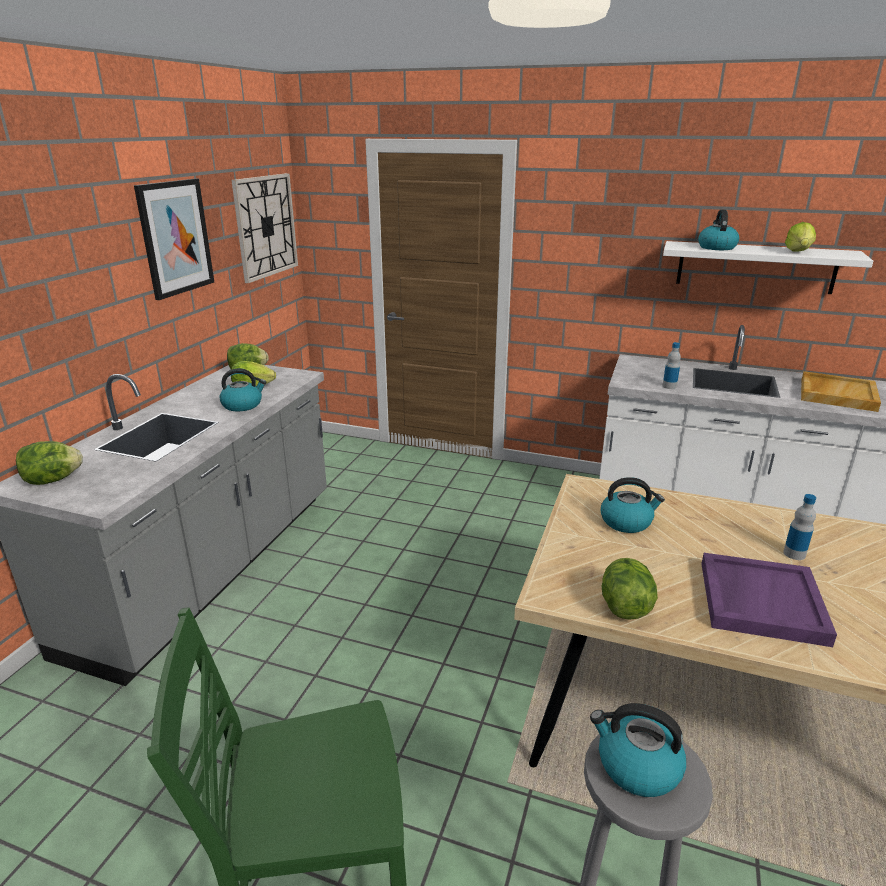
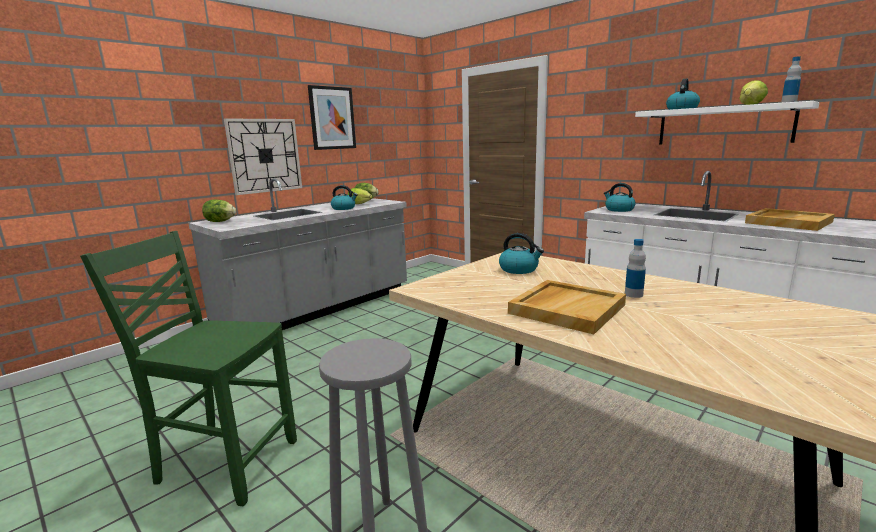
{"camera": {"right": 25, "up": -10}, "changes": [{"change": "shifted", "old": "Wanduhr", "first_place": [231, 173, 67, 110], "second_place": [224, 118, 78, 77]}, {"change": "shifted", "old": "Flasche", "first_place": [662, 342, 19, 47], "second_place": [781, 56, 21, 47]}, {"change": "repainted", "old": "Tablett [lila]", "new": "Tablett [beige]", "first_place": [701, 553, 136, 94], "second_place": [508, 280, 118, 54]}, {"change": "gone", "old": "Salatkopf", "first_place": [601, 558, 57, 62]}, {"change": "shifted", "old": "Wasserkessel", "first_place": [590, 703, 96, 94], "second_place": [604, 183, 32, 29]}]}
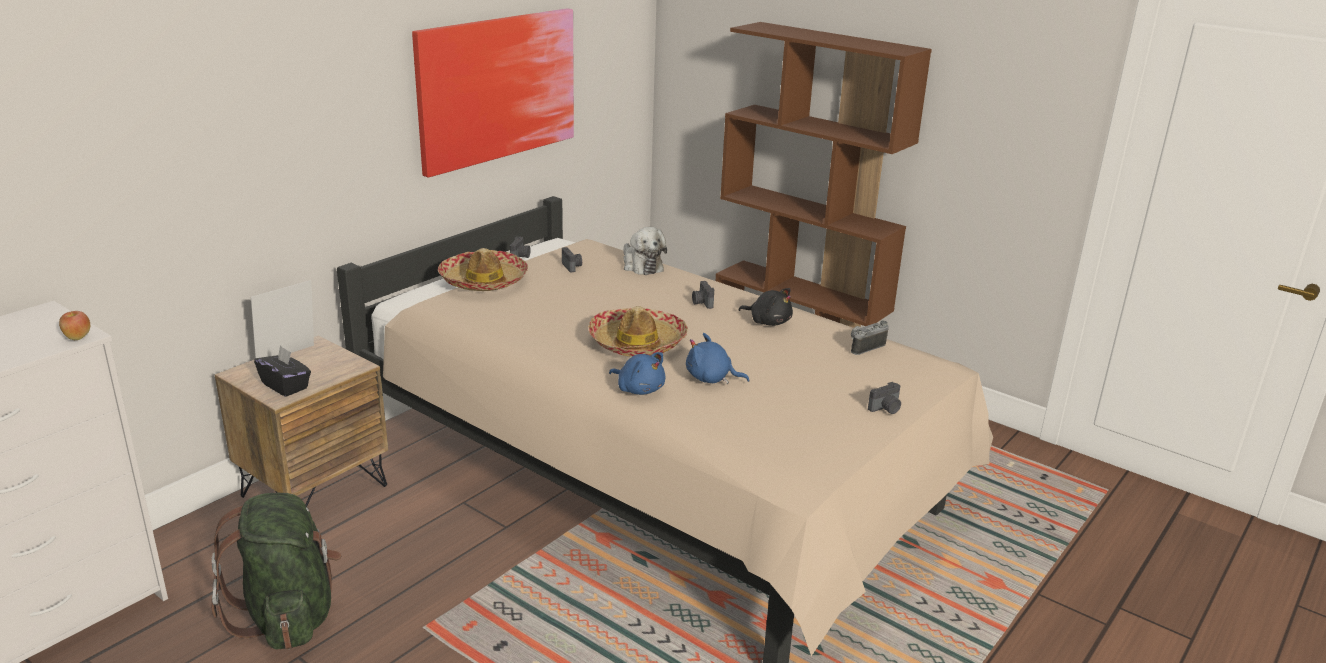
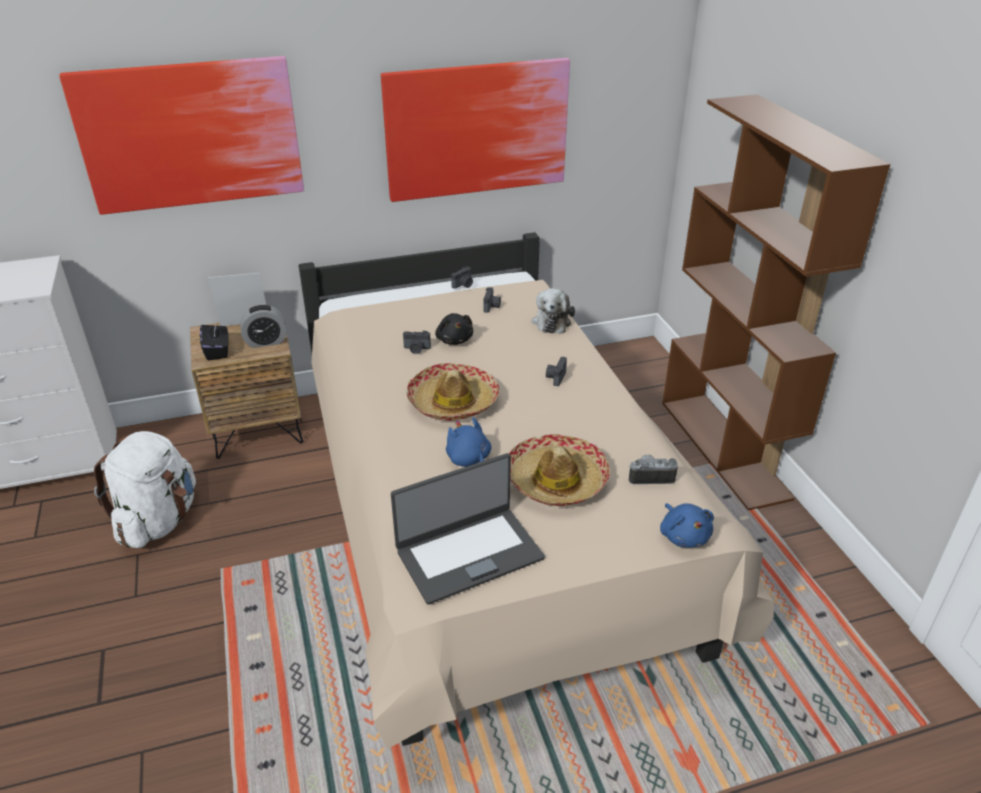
{"camera": {"right": 35, "up": 10}, "changes": [{"change": "shifted", "old": "Hut", "first_place": [438, 248, 90, 43], "second_place": [509, 434, 101, 72]}, {"change": "shifted", "old": "Plüschtier [schwarz]", "first_place": [739, 288, 54, 38], "second_place": [435, 313, 38, 32]}, {"change": "gone", "old": "Apfel", "first_place": [59, 311, 31, 29]}, {"change": "shifted", "old": "Plüschtier [blau]", "first_place": [609, 352, 56, 43], "second_place": [660, 503, 54, 45]}, {"change": "shifted", "old": "Kamera", "first_place": [868, 382, 33, 32], "second_place": [403, 331, 28, 23]}, {"change": "repainted", "old": "Rucksack [grün]", "new": "Rucksack [weiß]", "first_place": [211, 493, 131, 157], "second_place": [94, 431, 102, 117]}, {"change": "new", "new": "Bild", "second_place": [59, 56, 245, 159]}, {"change": "new", "new": "Wecker", "second_place": [240, 305, 47, 43]}, {"change": "new", "new": "Laptop", "second_place": [391, 453, 154, 151]}]}
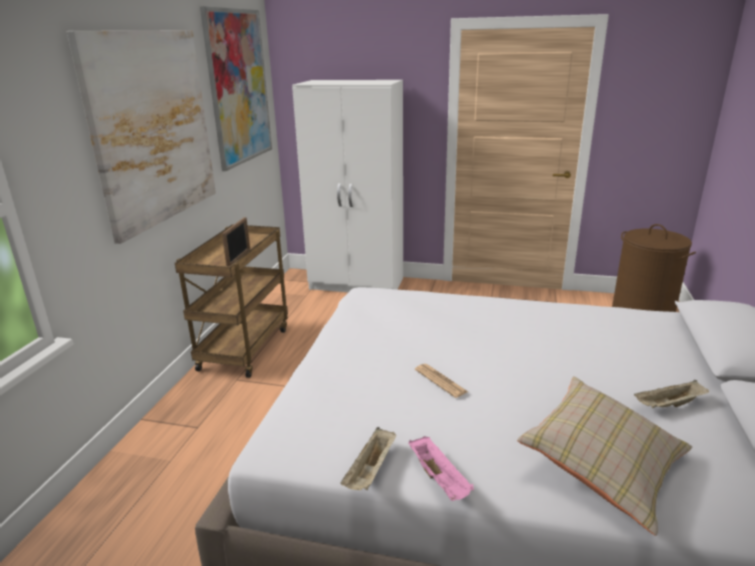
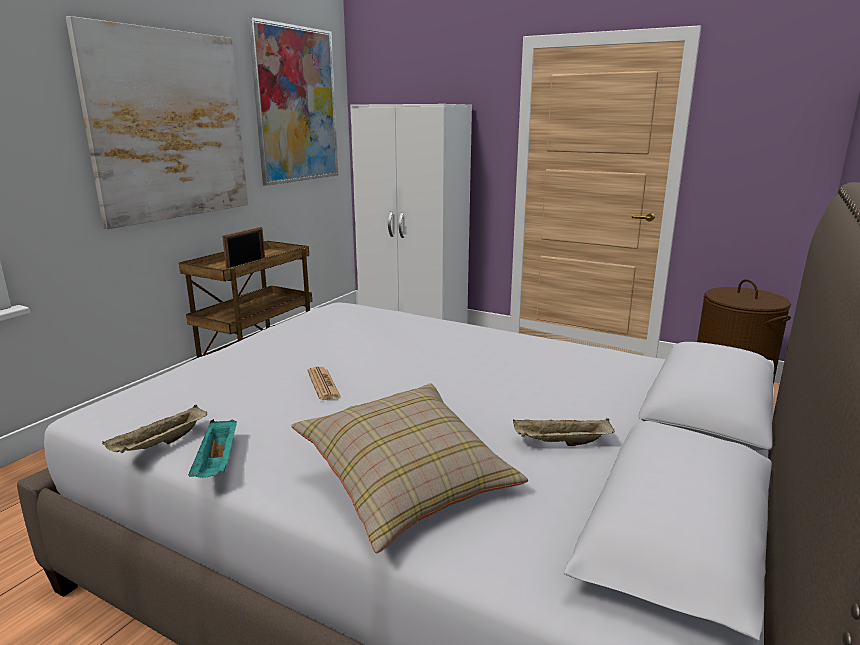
{"camera": {"right": 15, "up": -5}, "changes": [{"change": "repainted", "old": "Tablett [rosa]", "new": "Tablett [türkis]", "first_place": [408, 436, 66, 65], "second_place": [188, 419, 49, 59]}]}
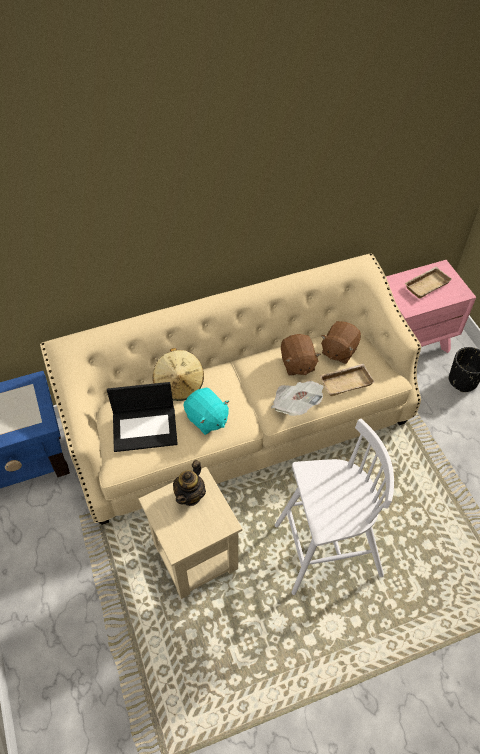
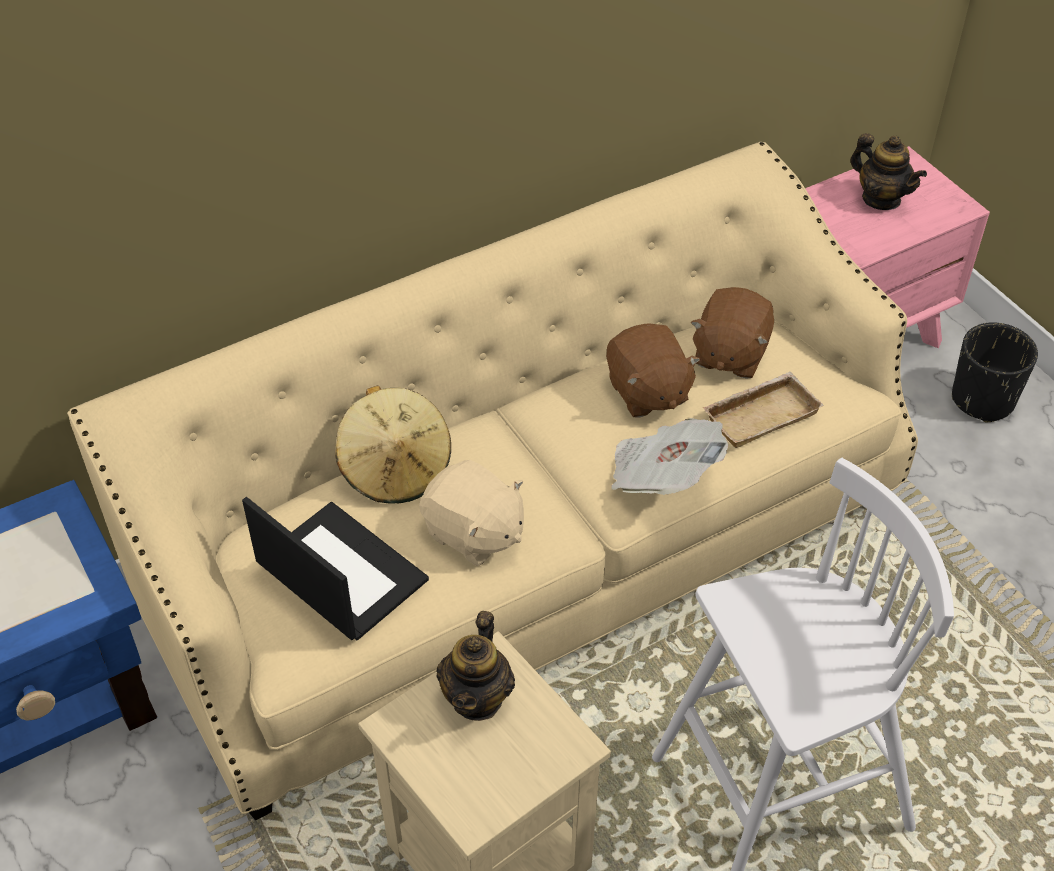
{"camera": {"right": -10, "up": -5}, "changes": [{"change": "swapped", "old": "Tablett [beige]", "new": "Teekanne", "first_place": [404, 267, 48, 32], "second_place": [850, 133, 77, 77]}, {"change": "rotated", "old": "Laptop", "first_place": [107, 382, 71, 70], "second_place": [242, 497, 187, 143], "degrees": -120}, {"change": "repainted", "old": "Plüschtier [türkis]", "new": "Plüschtier [beige]", "first_place": [184, 388, 45, 47], "second_place": [419, 460, 105, 106]}]}
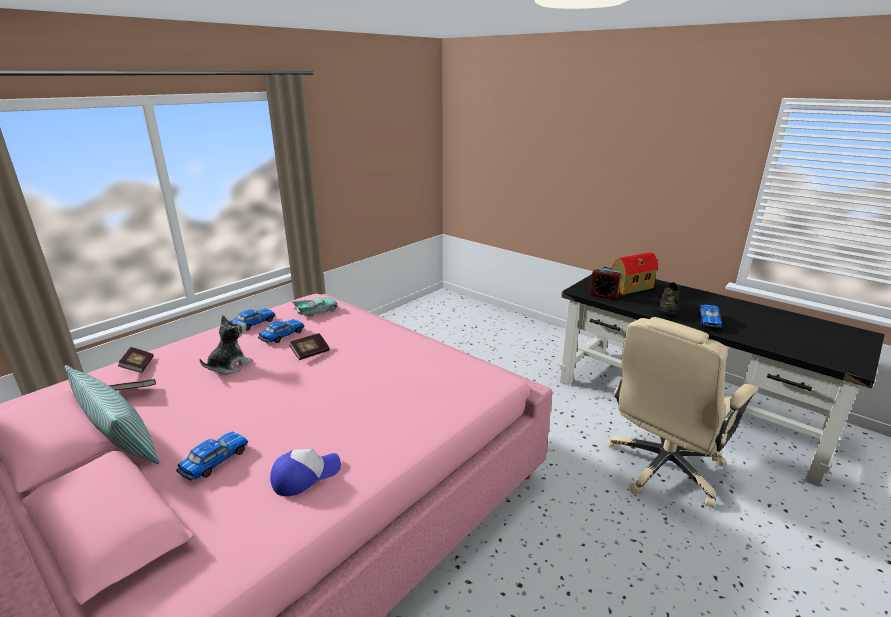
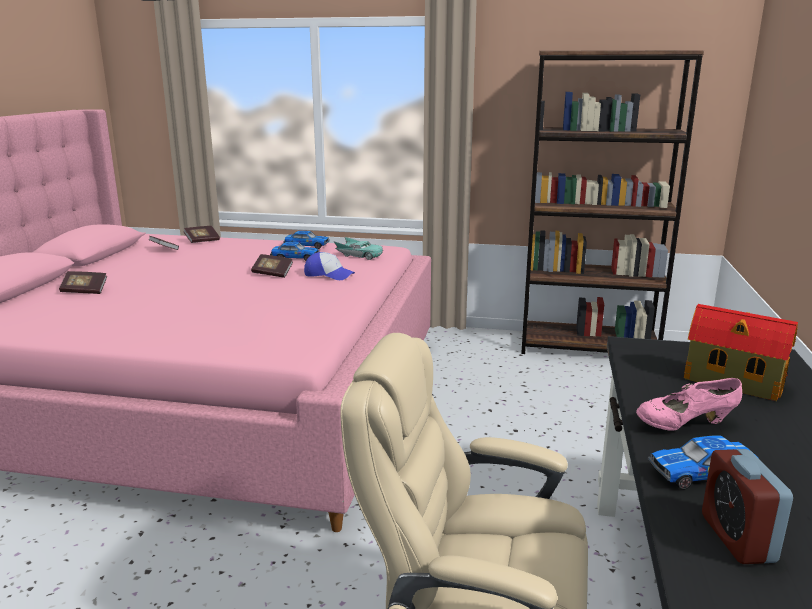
{"camera": {"right": 60, "up": -5}, "changes": [{"change": "shifted", "old": "Wecker", "first_place": [590, 268, 31, 32], "second_place": [702, 449, 91, 115]}, {"change": "repainted", "old": "Schuh [schwarz]", "new": "Schuh [rosa]", "first_place": [658, 282, 21, 33], "second_place": [636, 378, 106, 52]}, {"change": "gone", "old": "Plüschtier", "first_place": [200, 315, 53, 60]}, {"change": "gone", "old": "Kissen", "first_place": [65, 365, 94, 99]}, {"change": "swapped", "old": "Spielzeugauto", "new": "Buch", "first_place": [176, 432, 72, 49], "second_place": [59, 271, 48, 23]}, {"change": "shifted", "old": "Kappe", "first_place": [270, 449, 71, 47], "second_place": [304, 252, 51, 28]}, {"change": "new", "new": "Bücherregal [braun]", "second_place": [521, 50, 183, 304]}]}
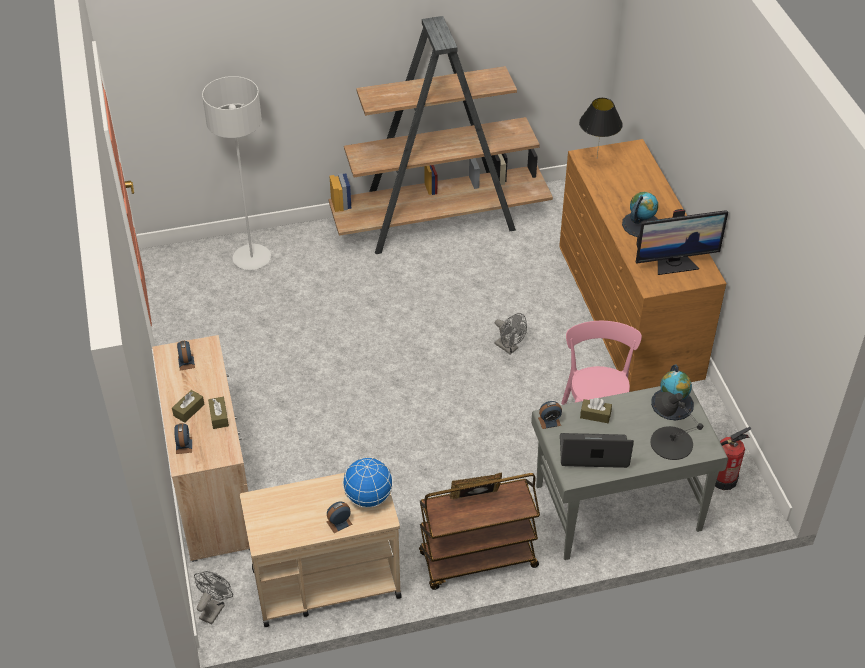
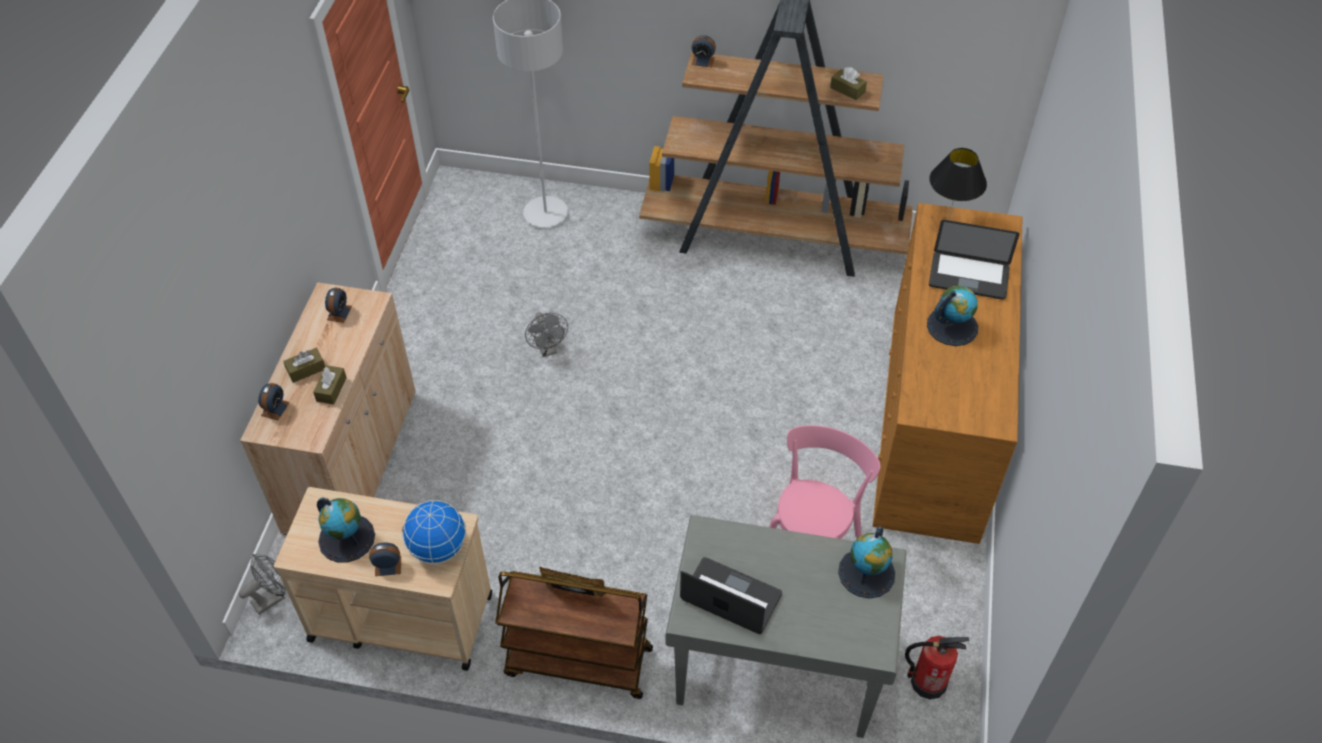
{"camera": {"right": 25, "up": 5}, "changes": [{"change": "gone", "old": "Monitor", "first_place": [636, 209, 92, 66]}, {"change": "shifted", "old": "Ventilator [grau]", "first_place": [495, 313, 32, 41], "second_place": [525, 312, 43, 45]}, {"change": "gone", "old": "Tischlampe [schwarz]", "first_place": [650, 392, 54, 68]}, {"change": "shifted", "old": "Taschentuchbox [braun]", "first_place": [580, 398, 32, 25], "second_place": [830, 67, 37, 33]}, {"change": "shifted", "old": "Wecker", "first_place": [538, 401, 24, 28], "second_place": [691, 35, 25, 32]}, {"change": "new", "new": "Laptop", "second_place": [929, 220, 91, 80]}, {"change": "new", "new": "Globus", "second_place": [317, 497, 58, 66]}]}
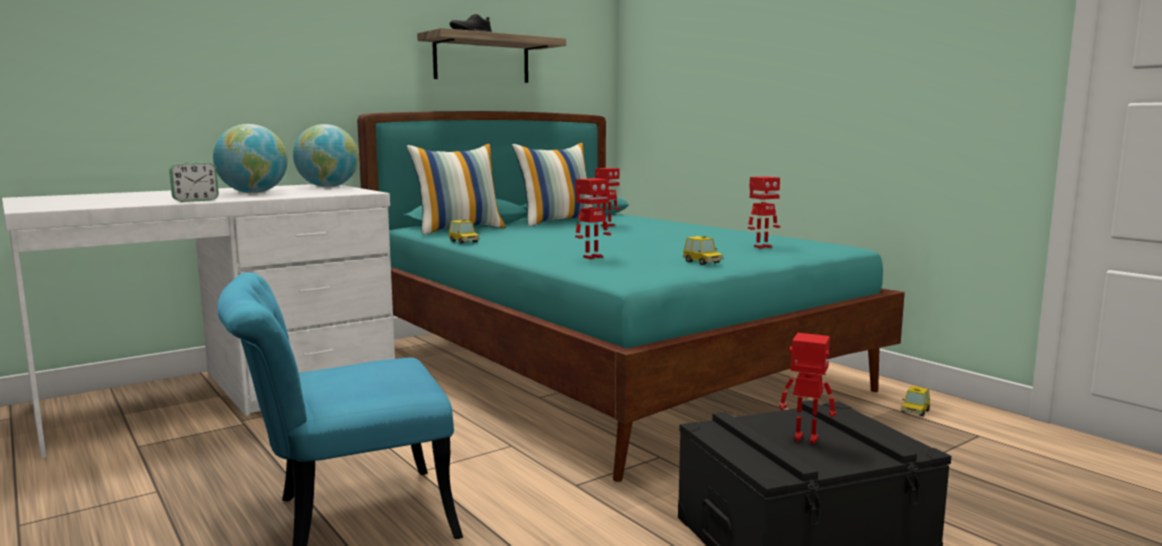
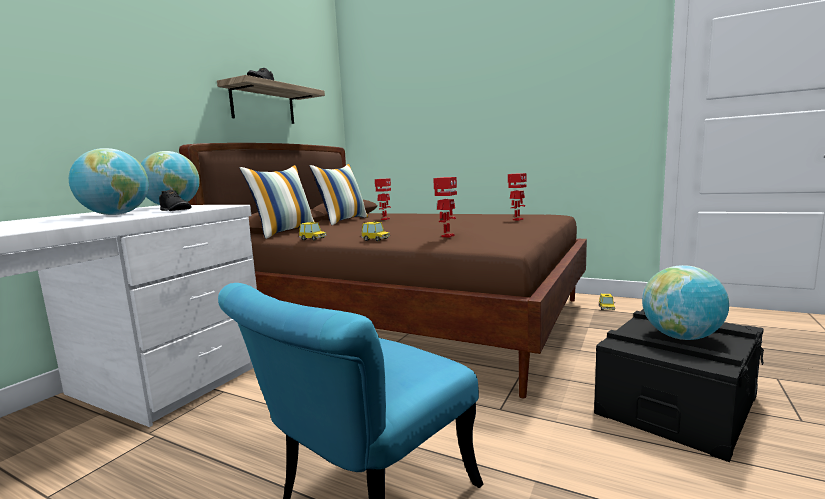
{"camera": {"right": -25, "up": 0}, "changes": [{"change": "repainted", "old": "Bett [türkis]", "new": "Bett [braun]", "first_place": [357, 111, 548, 371], "second_place": [179, 143, 408, 255]}, {"change": "gone", "old": "Wecker", "first_place": [169, 162, 50, 40]}, {"change": "shifted", "old": "Spielzeugauto", "first_place": [683, 236, 40, 29], "second_place": [361, 221, 29, 20]}, {"change": "swapped", "old": "Spielzeugroboter", "new": "Globus", "first_place": [779, 333, 58, 111], "second_place": [642, 265, 87, 75]}, {"change": "new", "new": "Schuh [schwarz]", "second_place": [159, 190, 33, 21]}]}
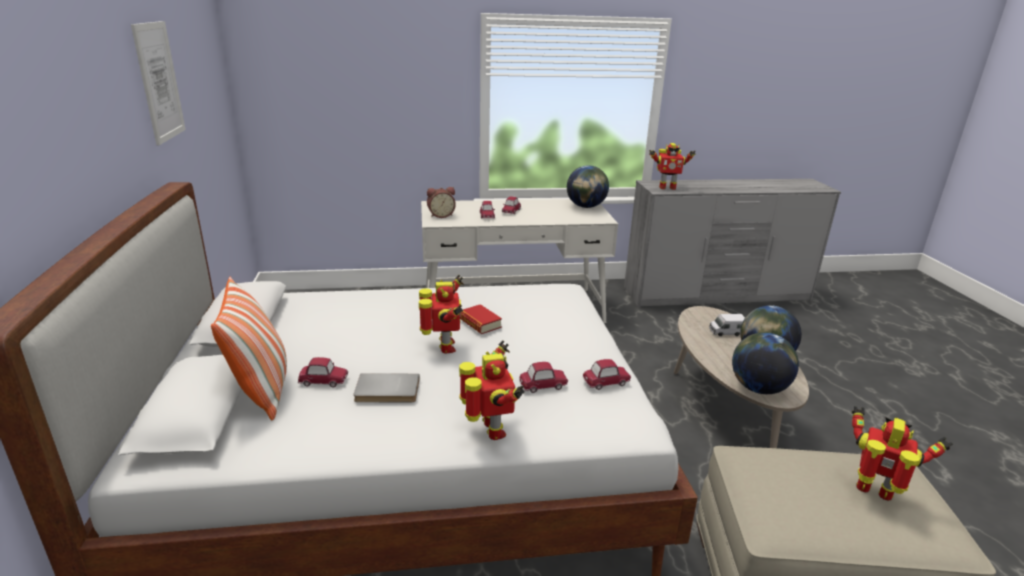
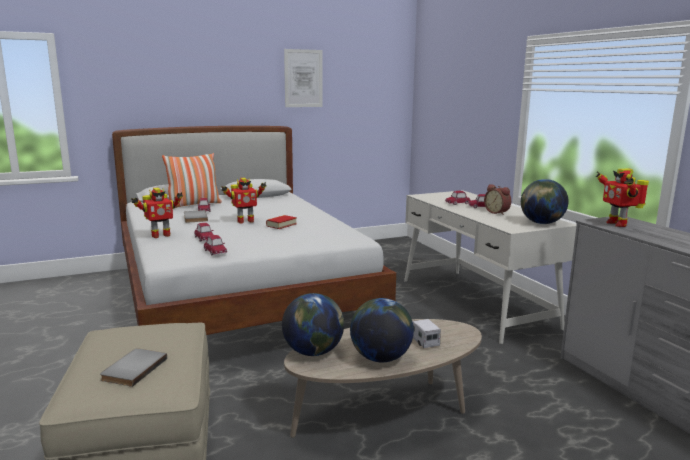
{"camera": {"right": 75, "up": -10}, "changes": [{"change": "shifted", "old": "Wecker", "first_place": [427, 187, 29, 31], "second_place": [484, 184, 27, 31]}, {"change": "swapped", "old": "Spielzeugroboter", "new": "Buch [grau]", "first_place": [852, 406, 101, 95], "second_place": [100, 348, 67, 39]}]}
